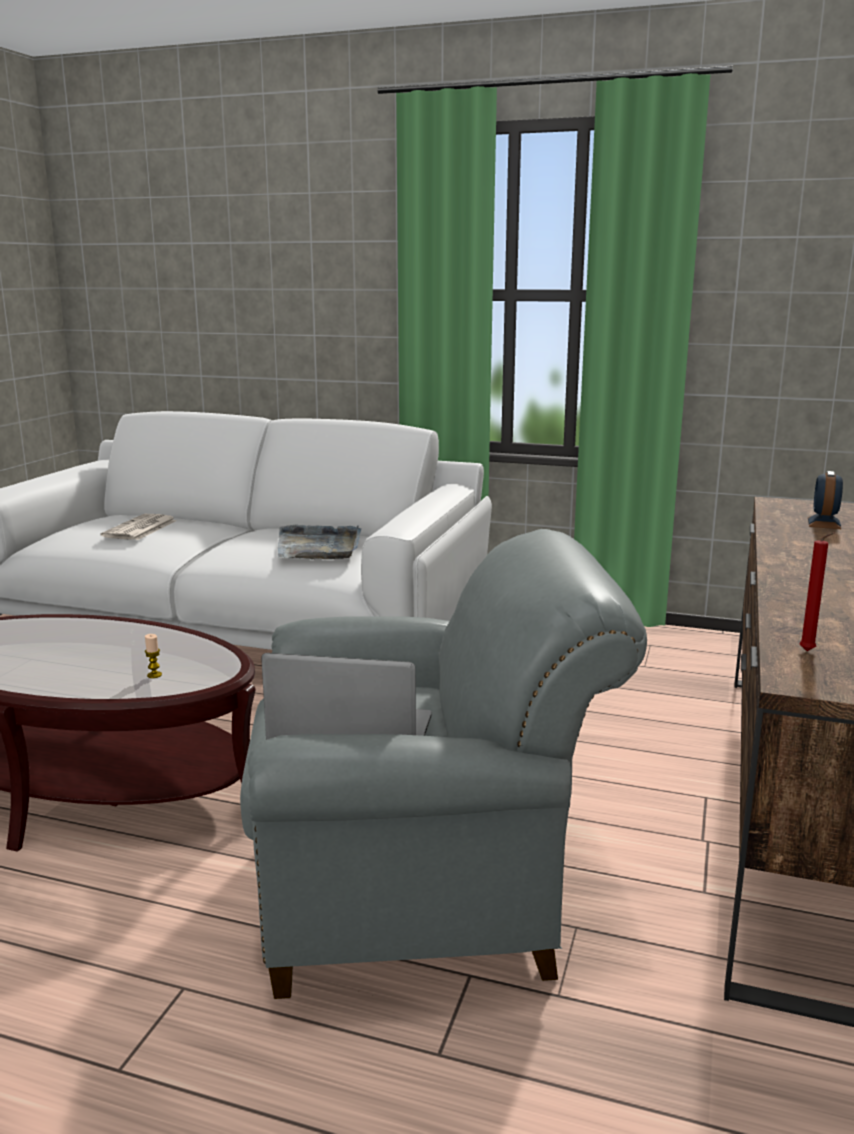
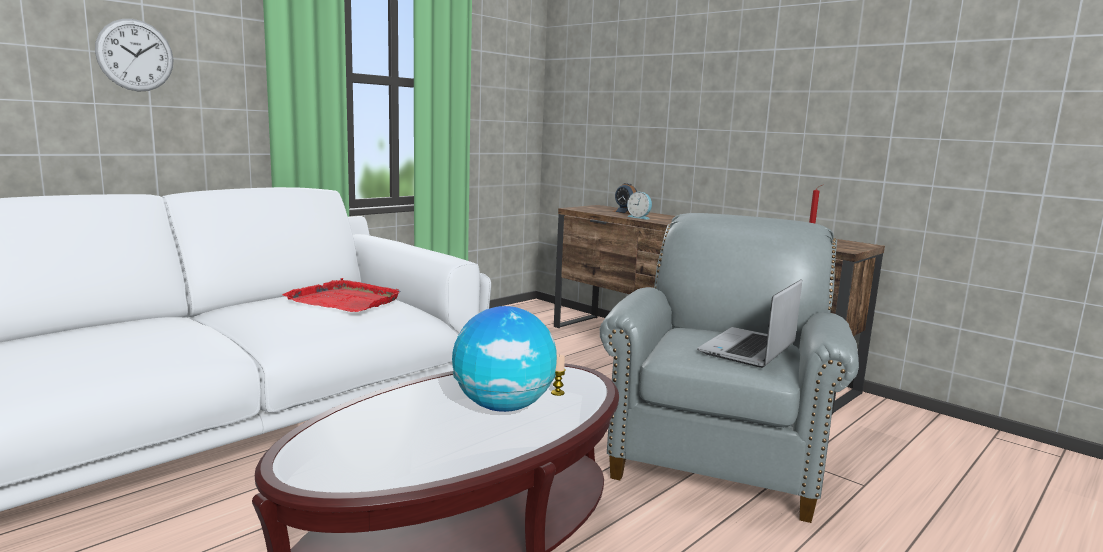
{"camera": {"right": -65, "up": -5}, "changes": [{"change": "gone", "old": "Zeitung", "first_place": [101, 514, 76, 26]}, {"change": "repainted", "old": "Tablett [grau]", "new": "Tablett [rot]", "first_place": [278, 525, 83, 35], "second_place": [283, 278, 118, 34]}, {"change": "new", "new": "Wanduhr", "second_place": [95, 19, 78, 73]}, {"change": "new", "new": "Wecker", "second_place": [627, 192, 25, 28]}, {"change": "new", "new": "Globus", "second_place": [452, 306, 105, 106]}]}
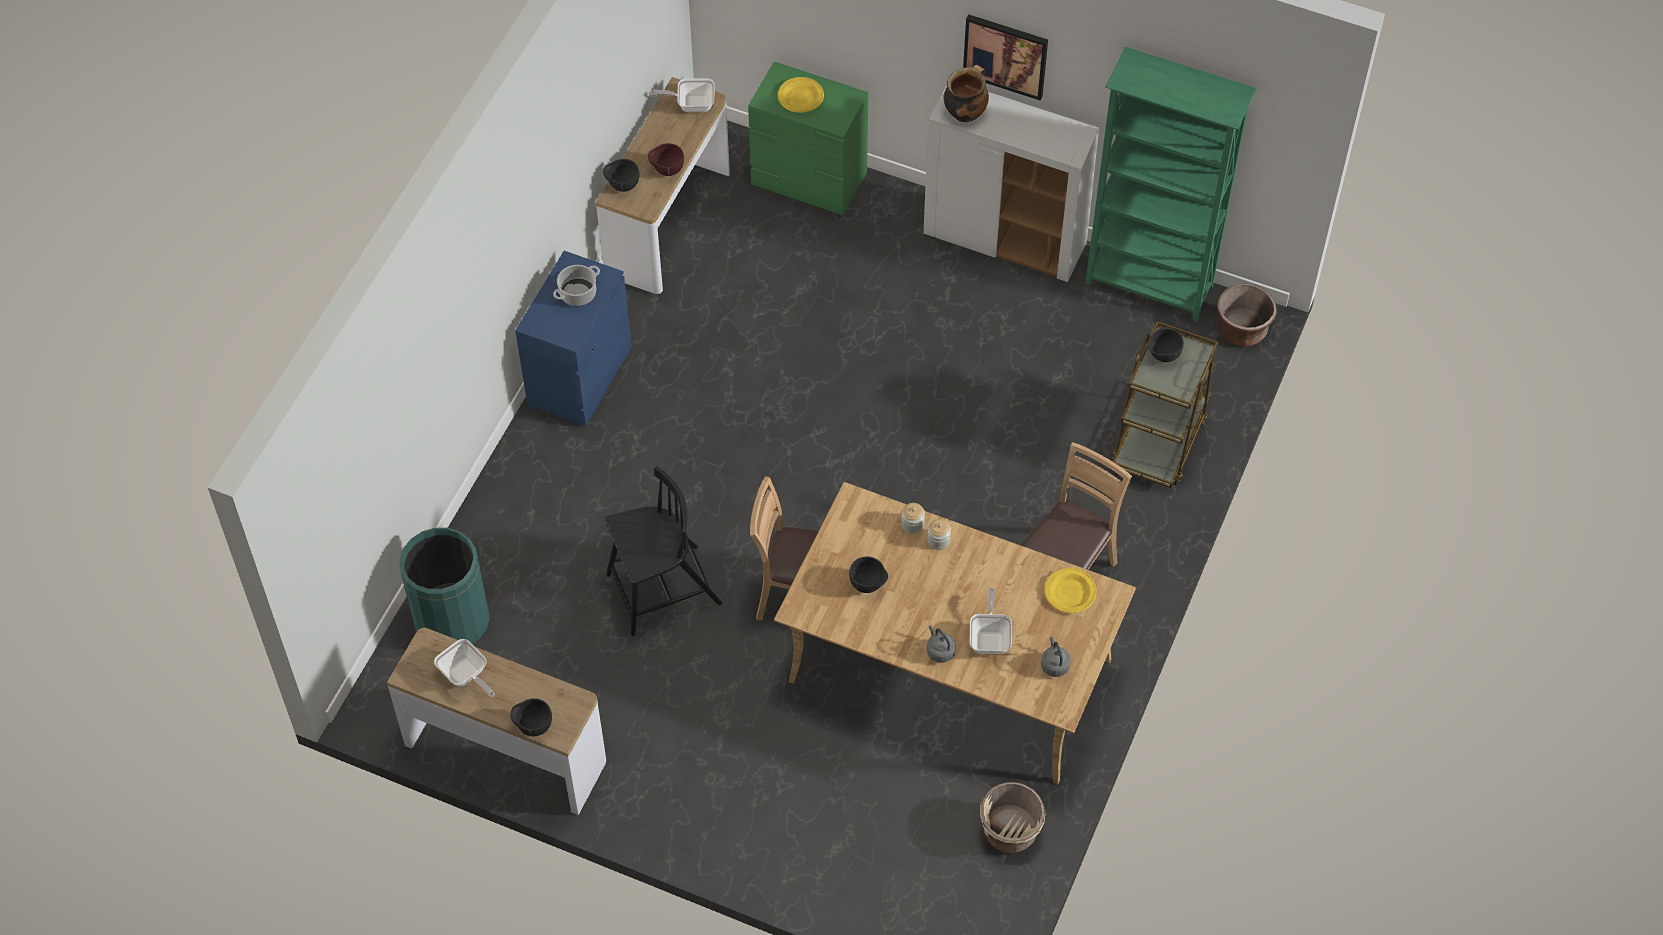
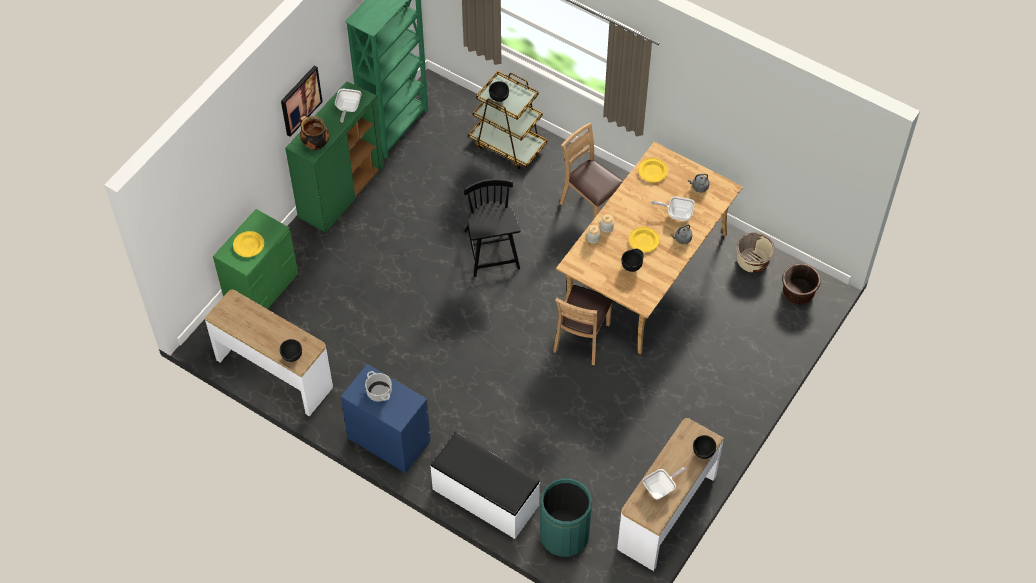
{"camera": {"right": -80, "up": 0}, "changes": [{"change": "shifted", "old": "Pfanne", "first_place": [650, 78, 65, 34], "second_place": [335, 89, 26, 34]}, {"change": "repainted", "old": "Schrank [weiß]", "new": "Schrank [grün]", "first_place": [923, 86, 176, 196], "second_place": [285, 81, 99, 152]}, {"change": "gone", "old": "Schüssel [braun]", "first_place": [648, 143, 36, 33]}, {"change": "shifted", "old": "Pflanzkübel [braun]", "first_place": [1217, 284, 60, 63], "second_place": [782, 263, 39, 42]}, {"change": "shifted", "old": "Stuhl [schwarz]", "first_place": [605, 466, 117, 170], "second_place": [464, 179, 56, 98]}, {"change": "new", "new": "Teller [gelb]", "second_place": [629, 227, 31, 26]}, {"change": "new", "new": "Bank [weiß]", "second_place": [430, 432, 110, 107]}]}
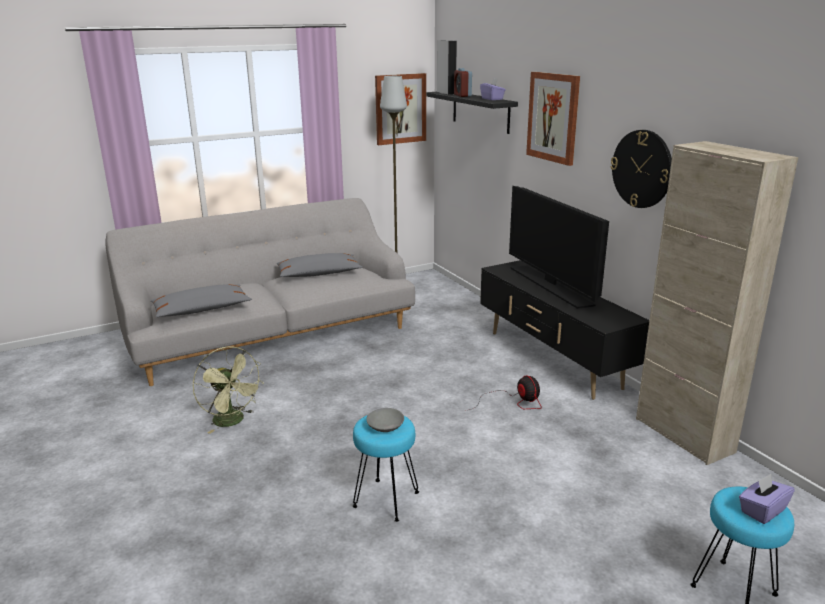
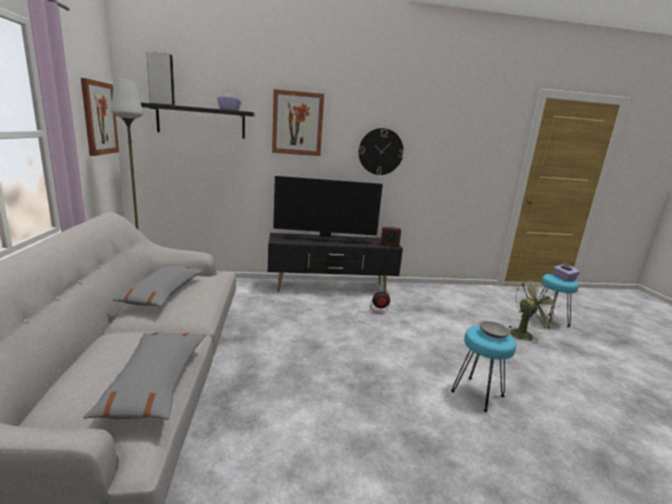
{"camera": {"right": -70, "up": -5}, "changes": [{"change": "shifted", "old": "Wecker", "first_place": [454, 68, 18, 29], "second_place": [381, 225, 20, 22]}, {"change": "gone", "old": "Schrank [beige]", "first_place": [636, 141, 162, 324]}, {"change": "shifted", "old": "Ventilator [grün]", "first_place": [193, 346, 71, 88], "second_place": [508, 281, 52, 63]}]}
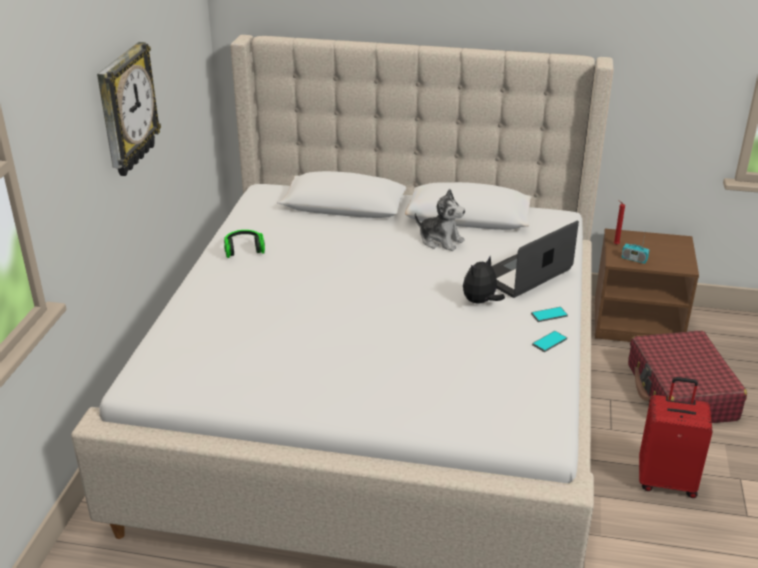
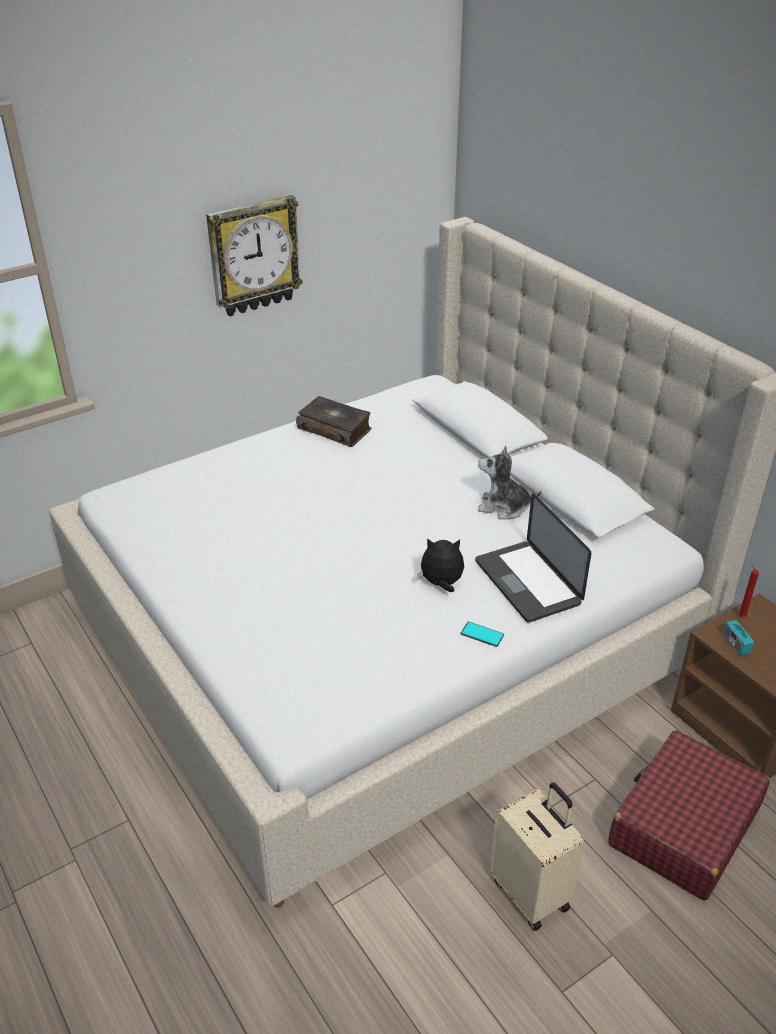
{"camera": {"right": 45, "up": 5}, "changes": [{"change": "rotated", "old": "Plüschtier", "first_place": [415, 189, 50, 62], "second_place": [478, 446, 64, 73], "degrees": 120}, {"change": "rotated", "old": "Laptop", "first_place": [492, 220, 87, 78], "second_place": [476, 493, 115, 130], "degrees": -120}, {"change": "swapped", "old": "Kopfhörer", "new": "Buch", "first_place": [224, 230, 41, 28], "second_place": [296, 396, 76, 51]}, {"change": "gone", "old": "Handy", "first_place": [532, 331, 35, 21]}, {"change": "repainted", "old": "Koffer [rot]", "new": "Koffer [beige]", "first_place": [639, 377, 74, 121], "second_place": [490, 782, 94, 149]}]}
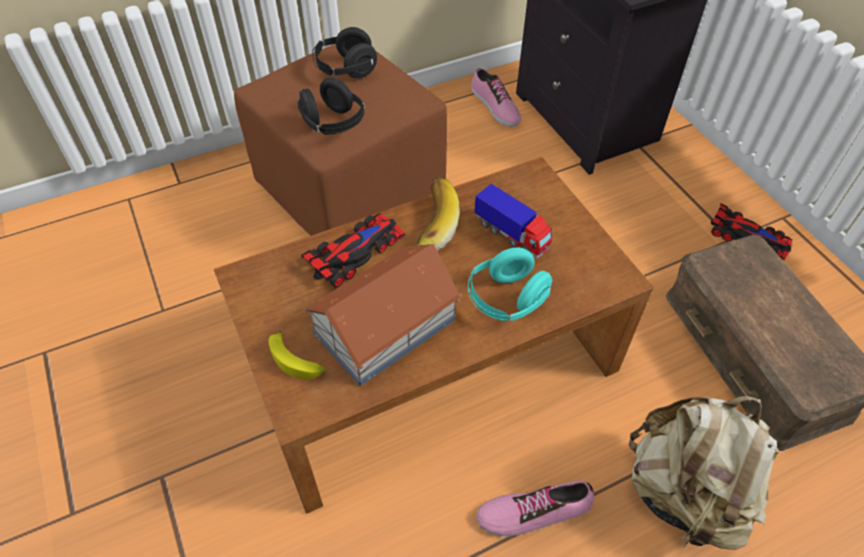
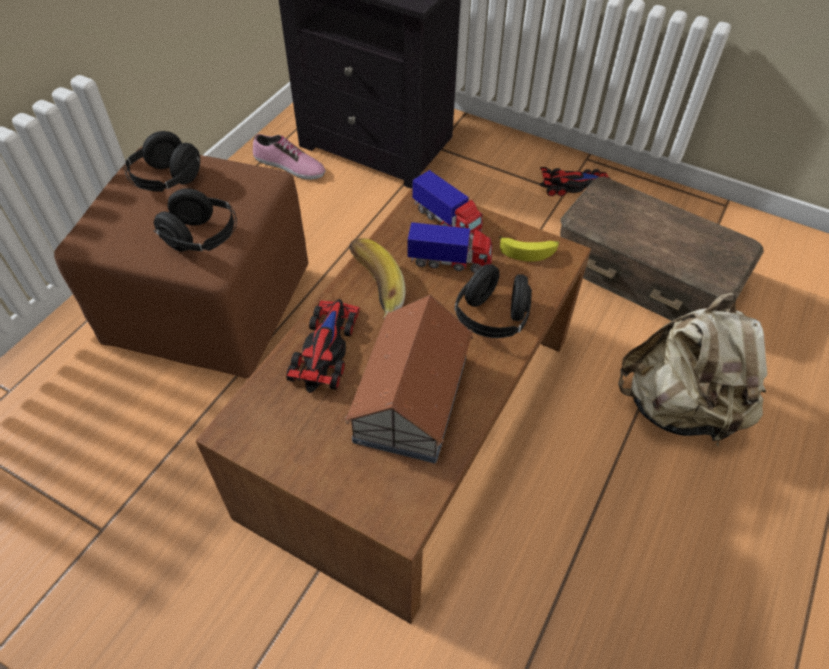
{"camera": {"right": -35, "up": 0}, "changes": [{"change": "repainted", "old": "Kopfhörer [türkis]", "new": "Kopfhörer [schwarz]", "first_place": [468, 248, 84, 73], "second_place": [454, 264, 78, 74]}, {"change": "shifted", "old": "Banane", "first_place": [269, 330, 56, 49], "second_place": [499, 236, 60, 26]}, {"change": "gone", "old": "Schuh", "first_place": [476, 481, 118, 55]}, {"change": "new", "new": "Spielzeuglaster", "second_place": [412, 170, 71, 69]}]}
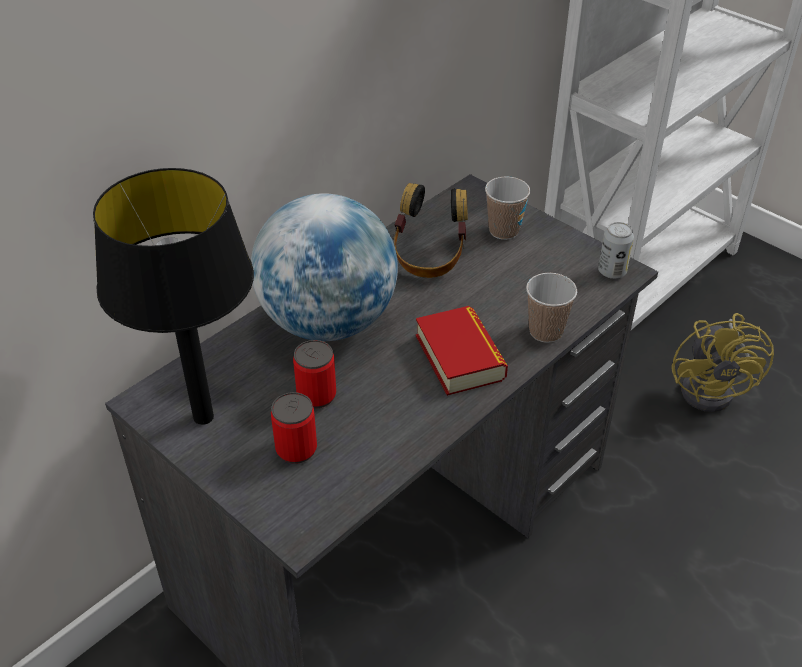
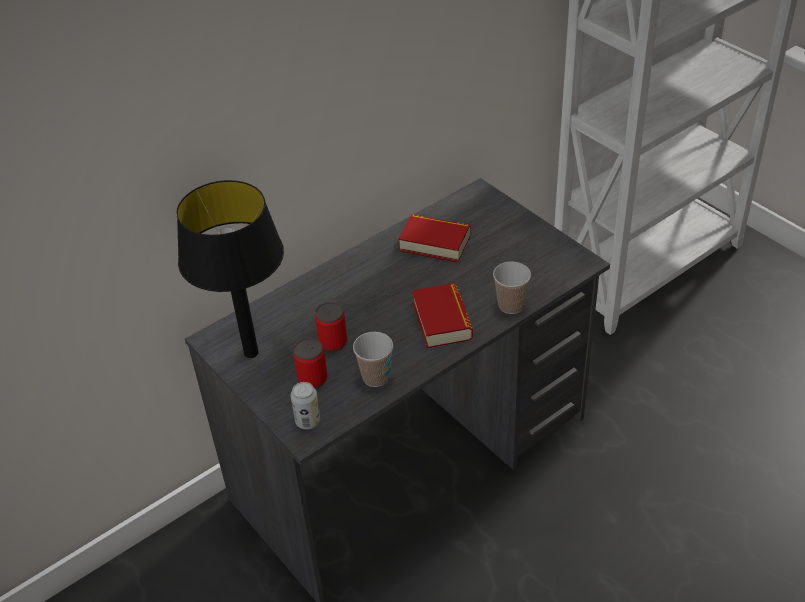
{"camera": {"right": 10, "up": 0}, "changes": [{"change": "shifted", "old": "Tasse", "first_place": [485, 176, 45, 64], "second_place": [353, 332, 40, 55]}, {"change": "swapped", "old": "Kopfhörer", "new": "Buch", "first_place": [393, 183, 75, 95], "second_place": [399, 214, 72, 49]}, {"change": "gone", "old": "Globus", "first_place": [251, 193, 147, 148]}, {"change": "shifted", "old": "Dose", "first_place": [598, 222, 36, 57], "second_place": [290, 382, 31, 47]}, {"change": "gone", "old": "Ventilator [gelb]", "first_place": [672, 313, 102, 99]}]}
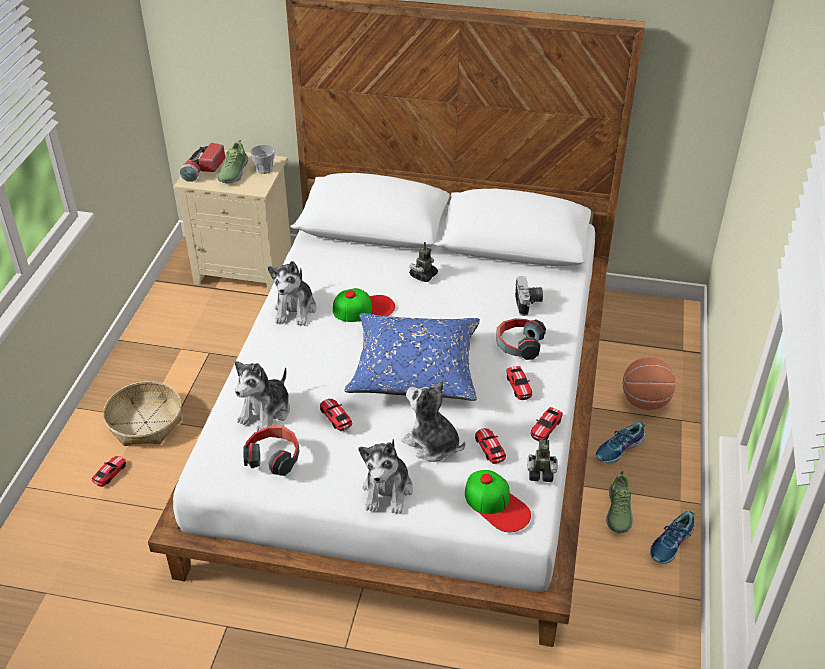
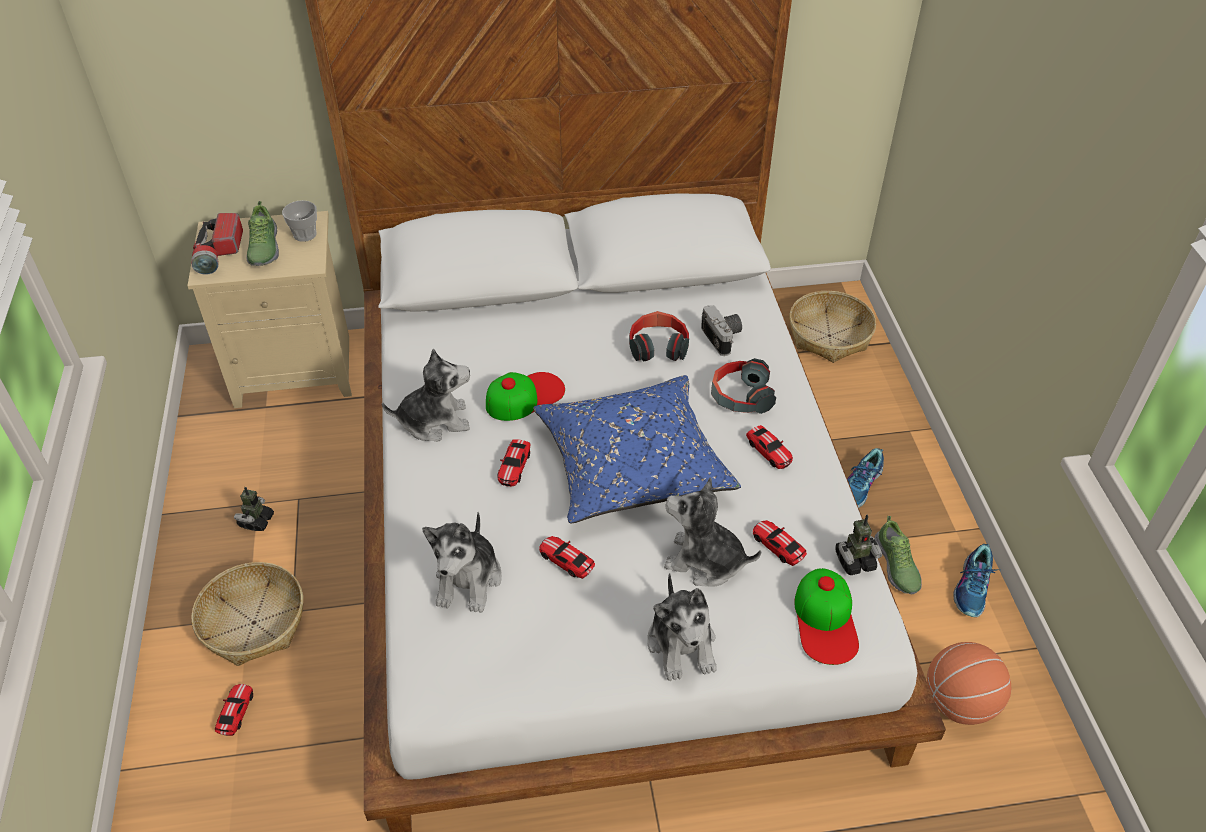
{"camera": {"right": -20, "up": 5}, "changes": [{"change": "shifted", "old": "Spielzeugroboter", "first_place": [409, 242, 29, 40], "second_place": [234, 487, 40, 44]}, {"change": "rotated", "old": "Plüschtier", "first_place": [268, 261, 48, 65], "second_place": [382, 349, 88, 92], "degrees": -90}, {"change": "shifted", "old": "Basketball", "first_place": [623, 358, 53, 52], "second_place": [927, 642, 84, 83]}, {"change": "shifted", "old": "Spielzeugauto", "first_place": [531, 407, 32, 34], "second_place": [497, 439, 33, 48]}, {"change": "shifted", "old": "Kopfhörer", "first_place": [243, 425, 57, 51], "second_place": [629, 311, 60, 51]}, {"change": "rotated", "old": "Kappe", "first_place": [465, 470, 66, 62], "second_place": [794, 568, 65, 97], "degrees": 60}, {"change": "new", "new": "Korb", "second_place": [789, 291, 87, 72]}]}
